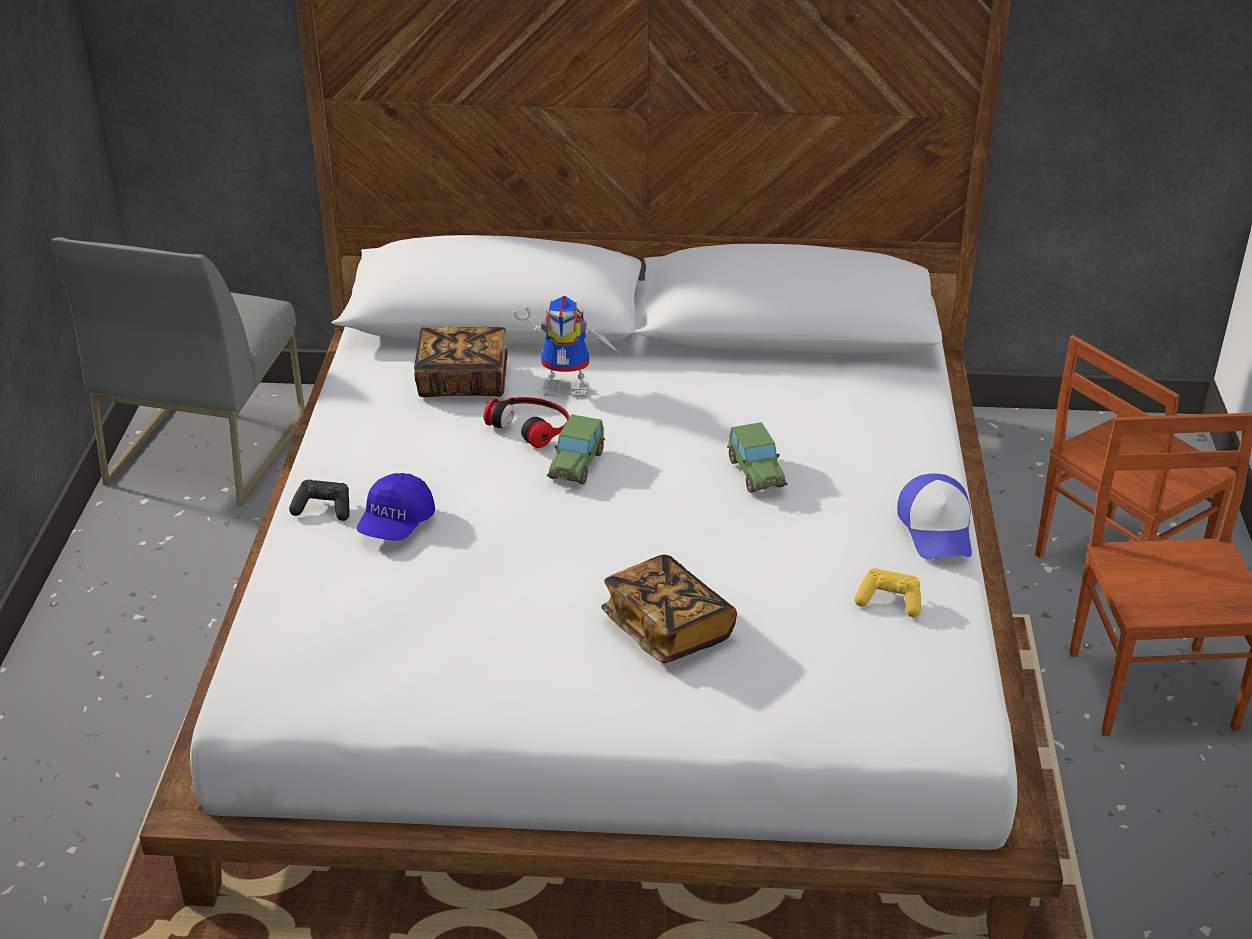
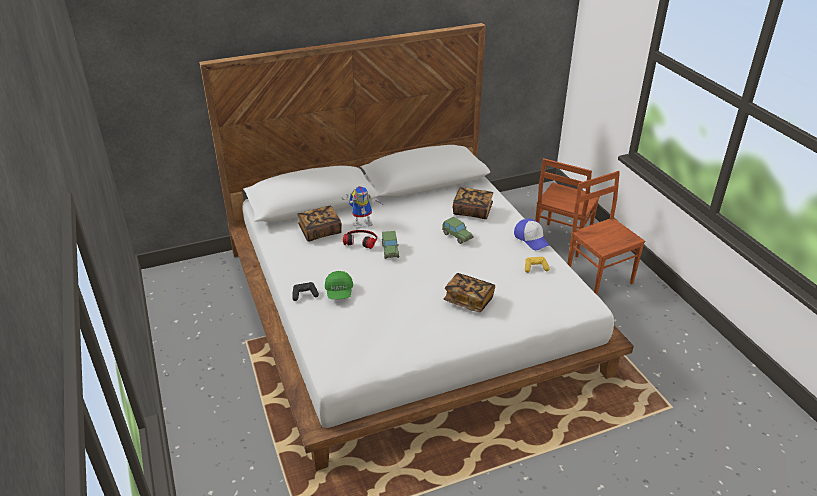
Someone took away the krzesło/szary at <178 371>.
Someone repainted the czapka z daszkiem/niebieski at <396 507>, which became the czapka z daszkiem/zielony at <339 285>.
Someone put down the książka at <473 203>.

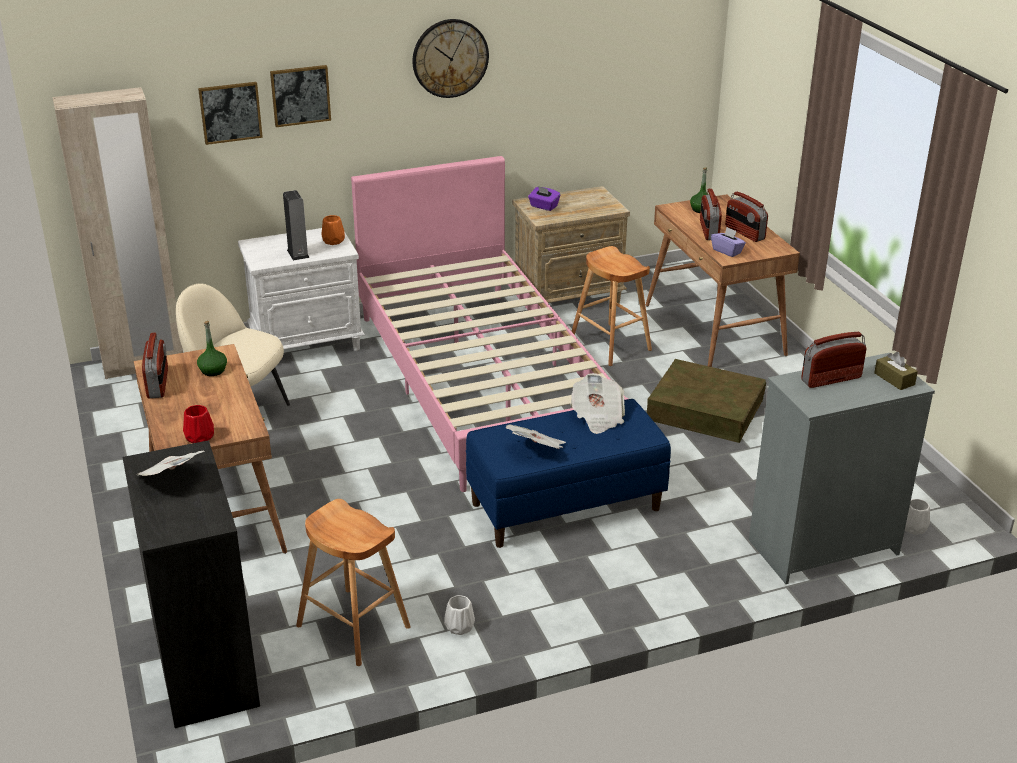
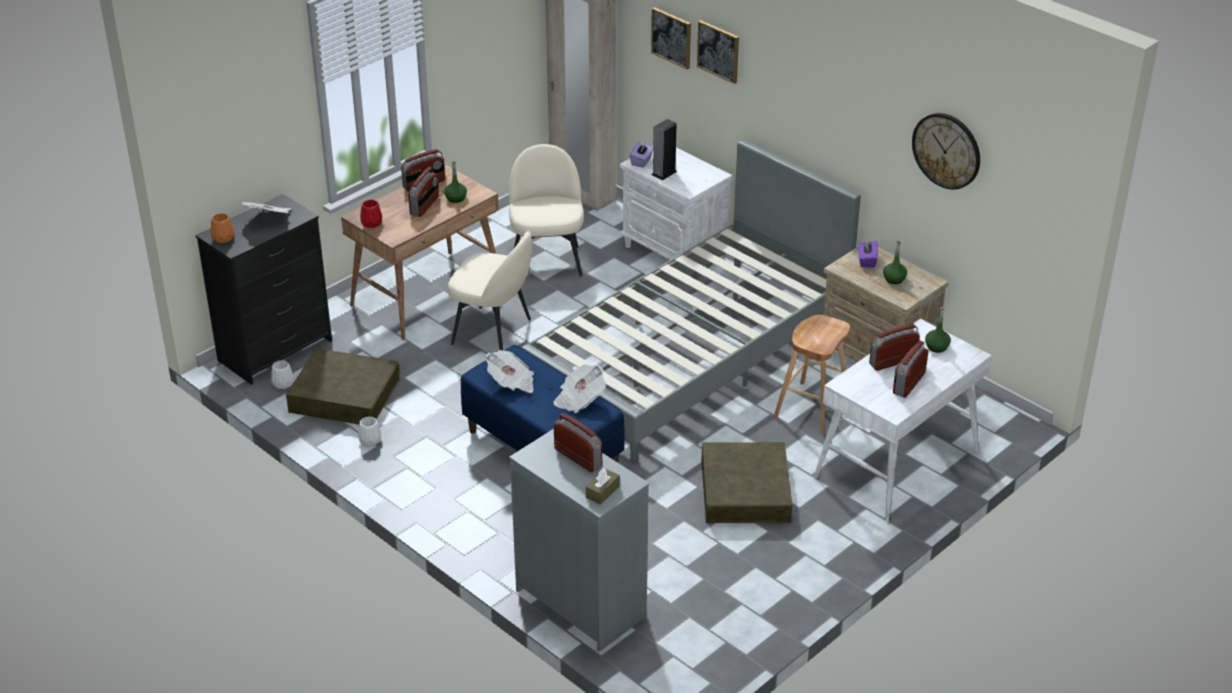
Someone swapped the stołek/brązowy at <353 582> for the pojemnik do przechowywania/brązowy at <343 386>.
Someone carried the wazon/pomarańczowy from <333 230> to <222 228>.
Someone repainted the łóżko/różowy at <489 324>, which became the łóżko/szary at <691 300>.
Someone carried the zegar ścienny from <450 58> to <946 151>.
Someone repainted the biurko/brązowy at <722 280>, which became the biurko/biały at <902 420>.
Someone carried the pudełko chusteczek/fioletowy from <728 242> to <641 155>.
Someone carried the wazon/biały from <917 517> to <282 374>.
Someone put down the radio at <423 192>.
Someone put down the krzesło/beżowy at <490 290>.
Someone put down the butelka/zielony at <895 262>.

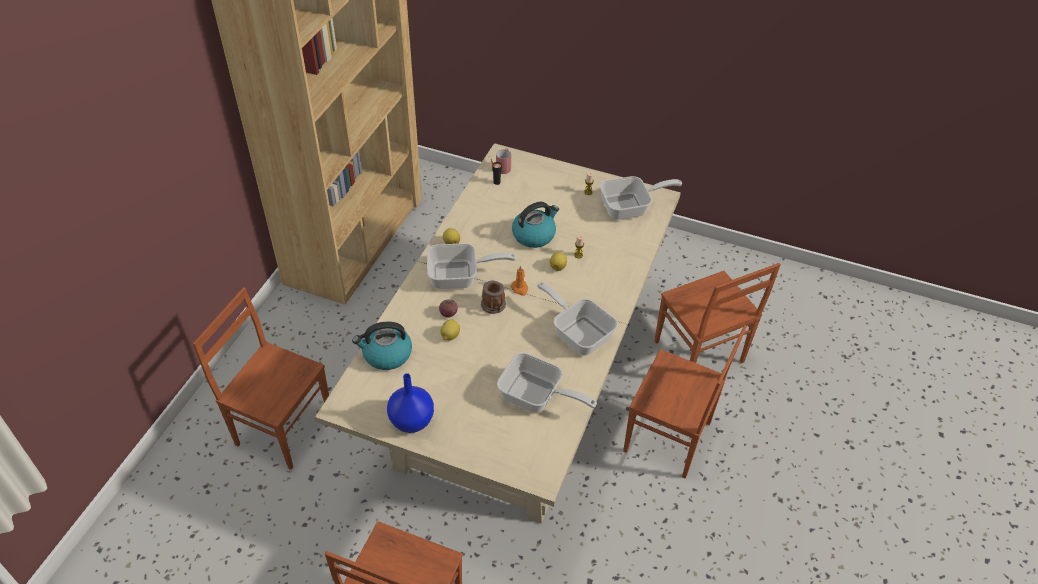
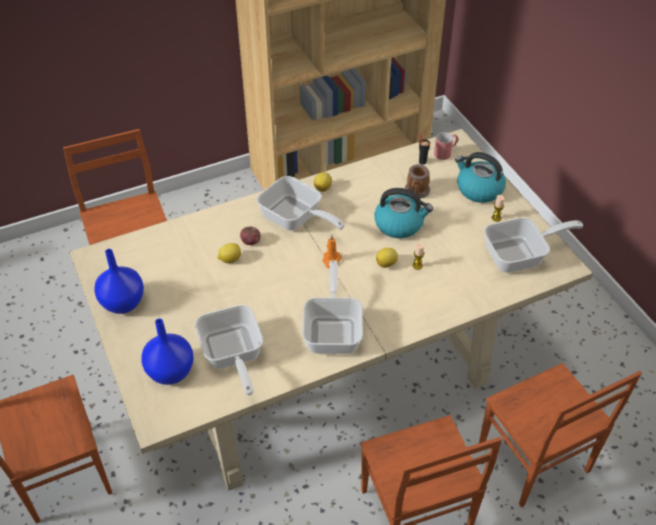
Someone carried the czajnik from <382 345> to <480 177>.
Someone carried the kubek from <493 297> to <417 181>.
Someone rotated the patelnia at <641 198> by 45 degrees counterclockwise.
Someone rotated the krzesło/brązowy at <717 313> by 45 degrees counterclockwise.
Someone put down the wazon/niebieski at <167 352>.

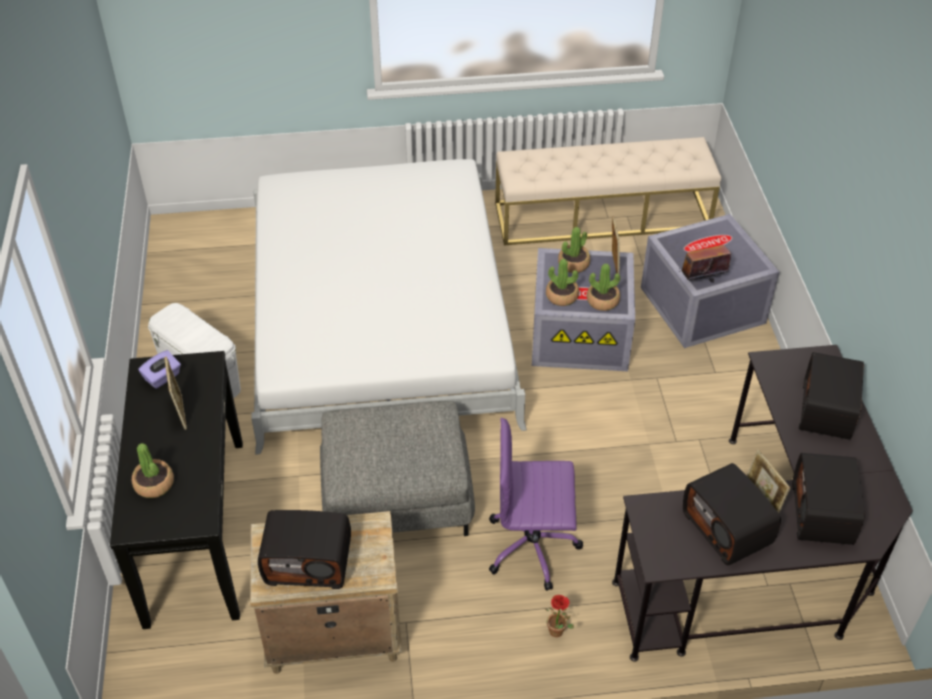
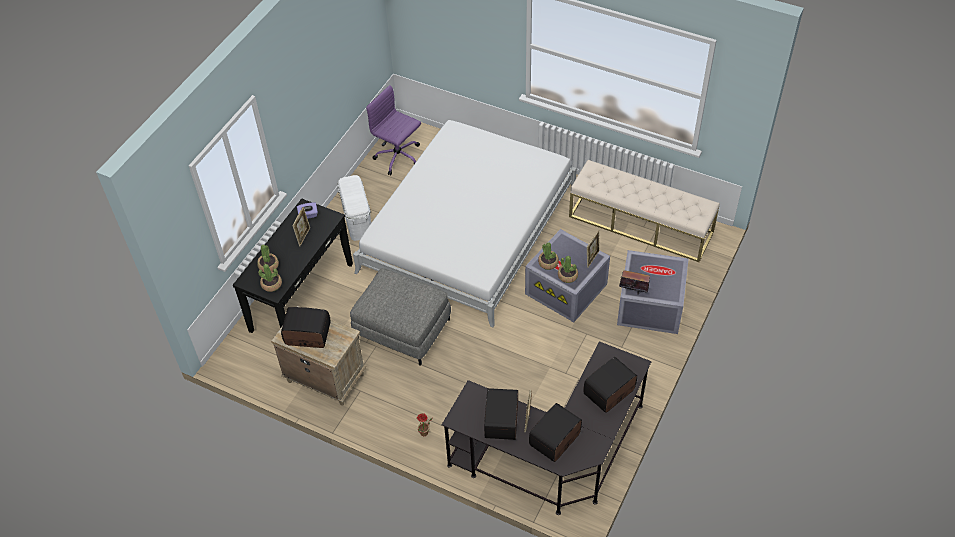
Someone rotated the radio at <304 549> by 150 degrees clockwise.
Someone carried the krzesło biurowe/fioletowy from <536 504> to <393 130>.
Someone carried the roślina doniczkowa from <574 250> to <270 278>.

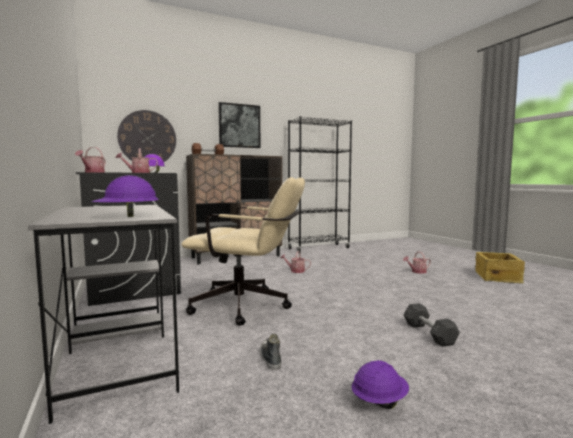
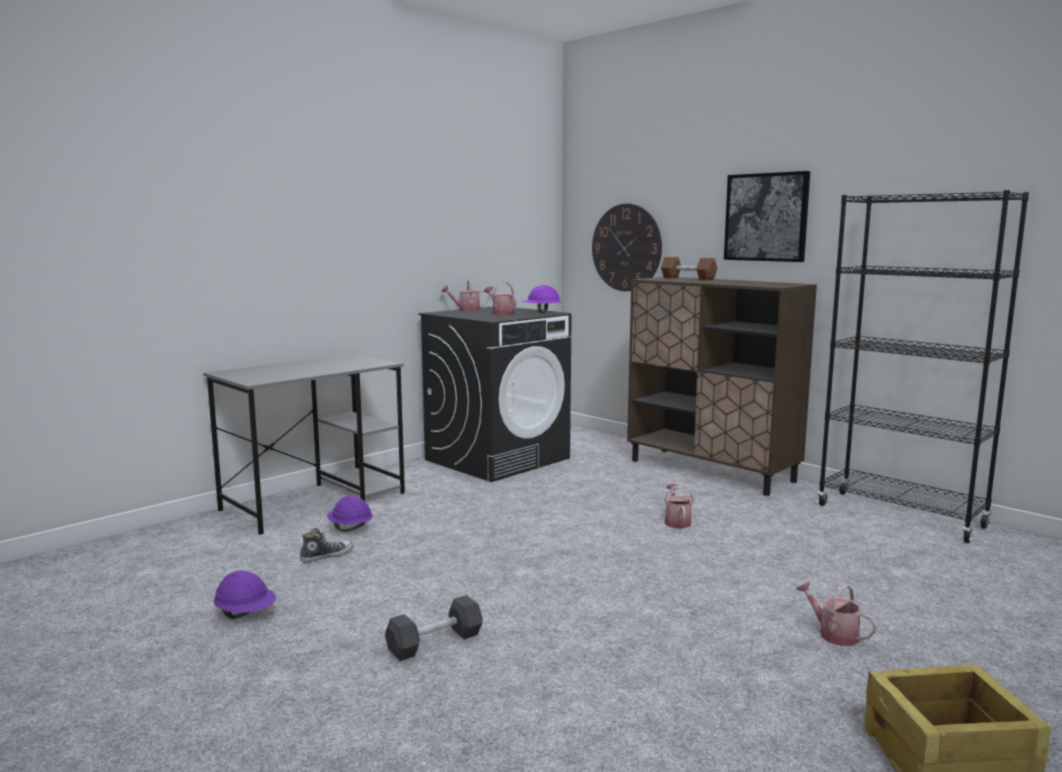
Someone carried the kask/fioletowy from <125 196> to <350 513>.
Someone took away the krzesło biurowe/beżowy at <243 251>.

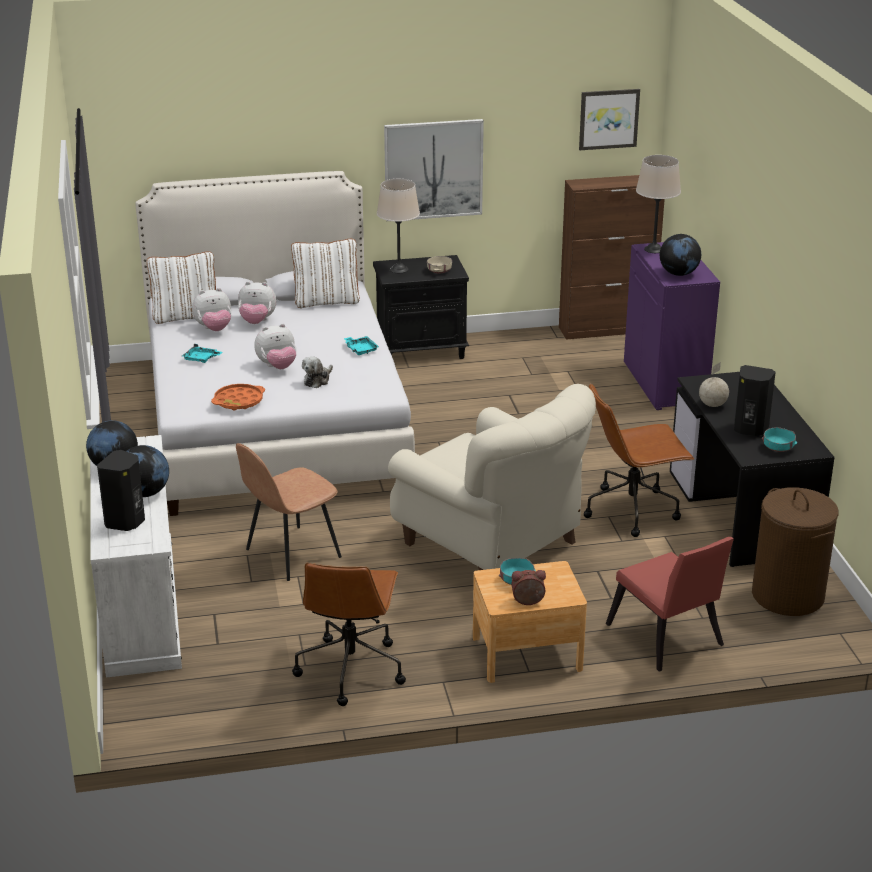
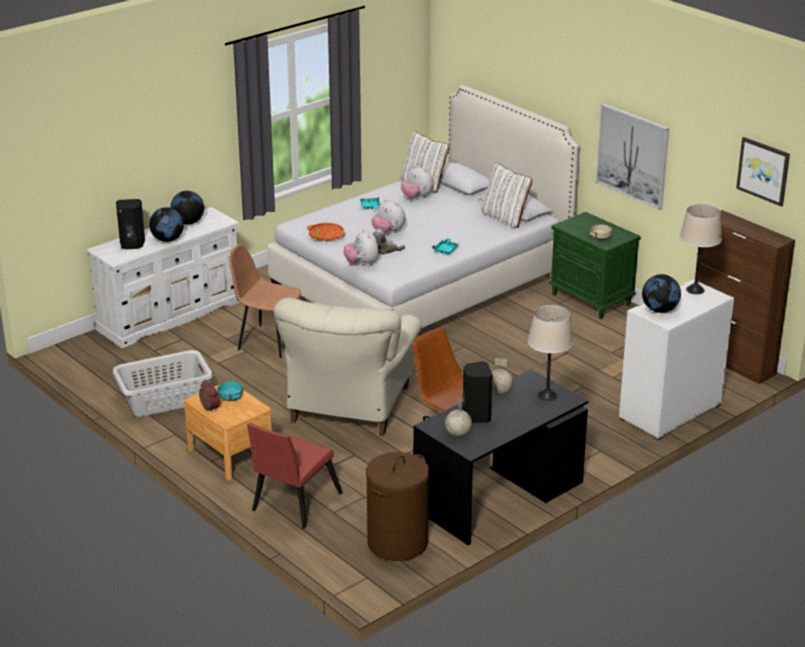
Someone carried the pluszak from <257 303> to <361 247>.
Someone swapped the krzesło biurowe/brązowy at <349 634> for the kosz na pranie/szary at <163 383>.
Someone repainted the szafka nocna/czarny at <421 307>, which became the szafka nocna/zielony at <594 265>.
Someone carried the lampa stołowa/beżowy from <398 226> to <550 353>.
Someone repainted the szafka/fioletowy at <672 326>, which became the szafka/biały at <676 360>.
Someone swapped the miska/turkusowy at <779 440> for the globus at <458 416>.

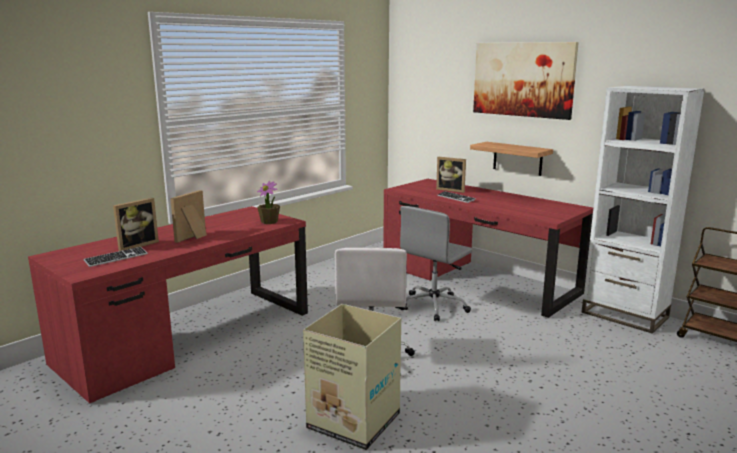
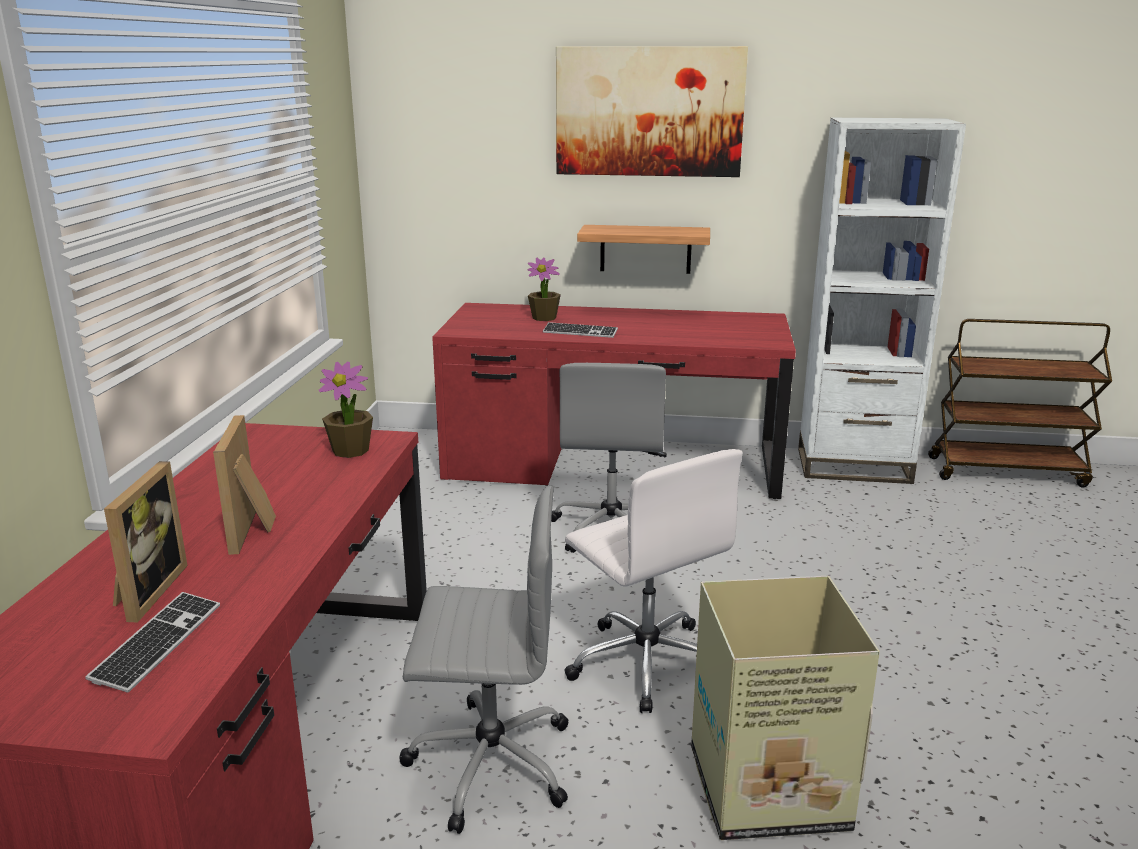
Someone swapped the ramka na zdjęcie at <451 175> for the roślina doniczkowa at <544 289>.
Someone put down the krzesło biurowe/szary at <483 660>.

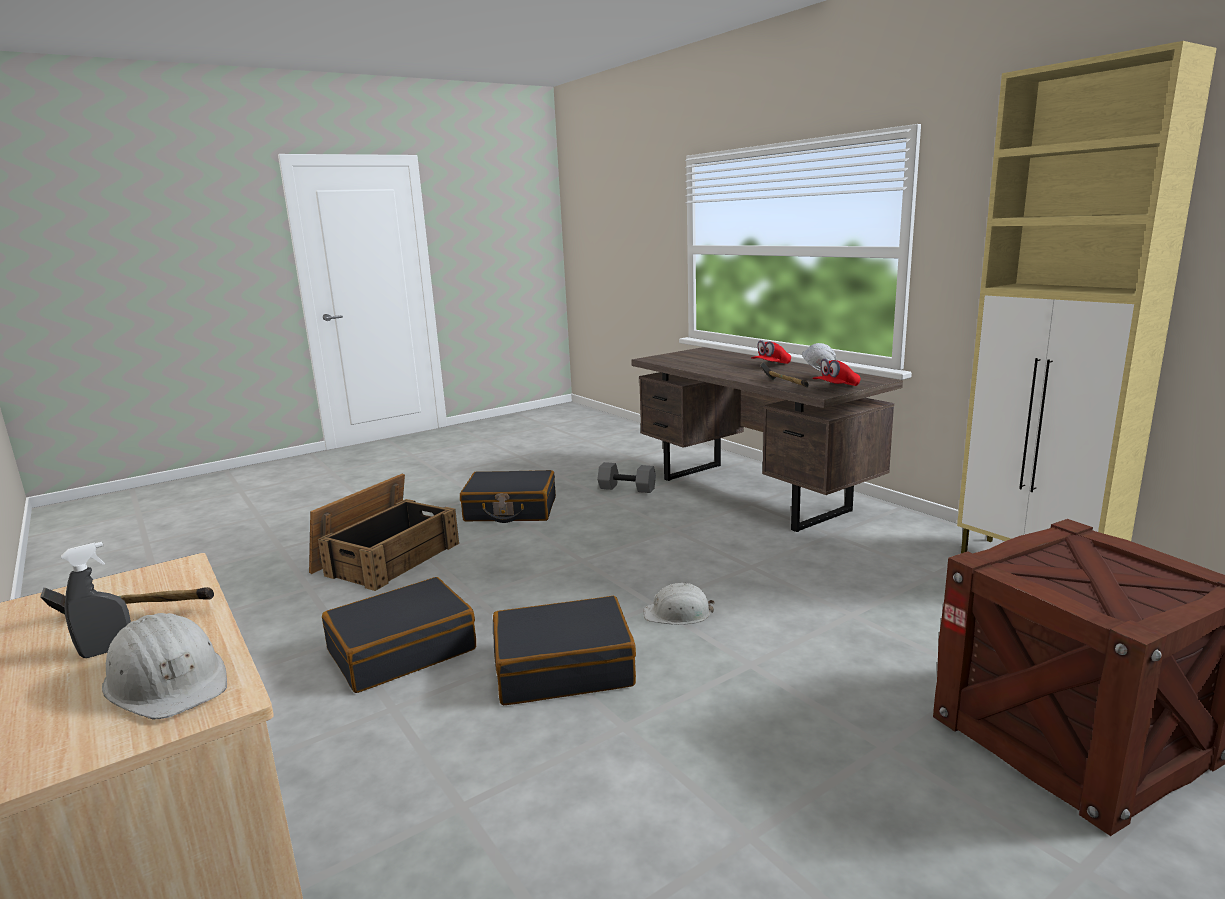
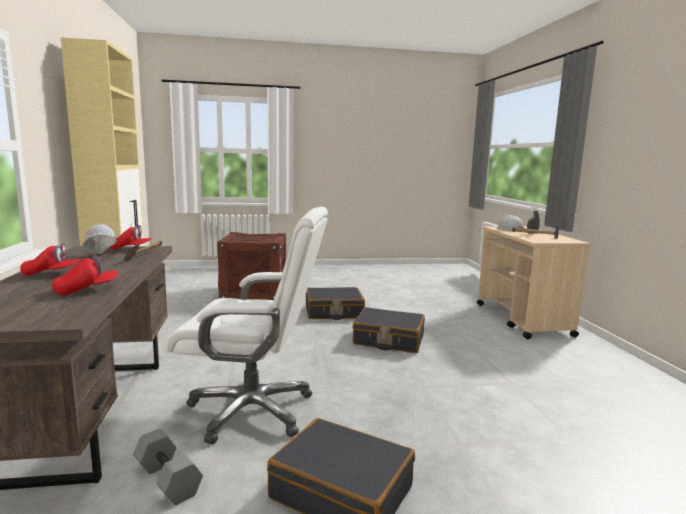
Someone took away the skrzynka at <384 532>.
Someone carried the walizka/czarny from <399 635> to <335 303>.
Someone took away the kask/biały at <678 604>.
Someone put down the czapka z daszkiem/czerwony at <85 274>.
Someone put down the krzesło biurowe/biały at <246 325>.

